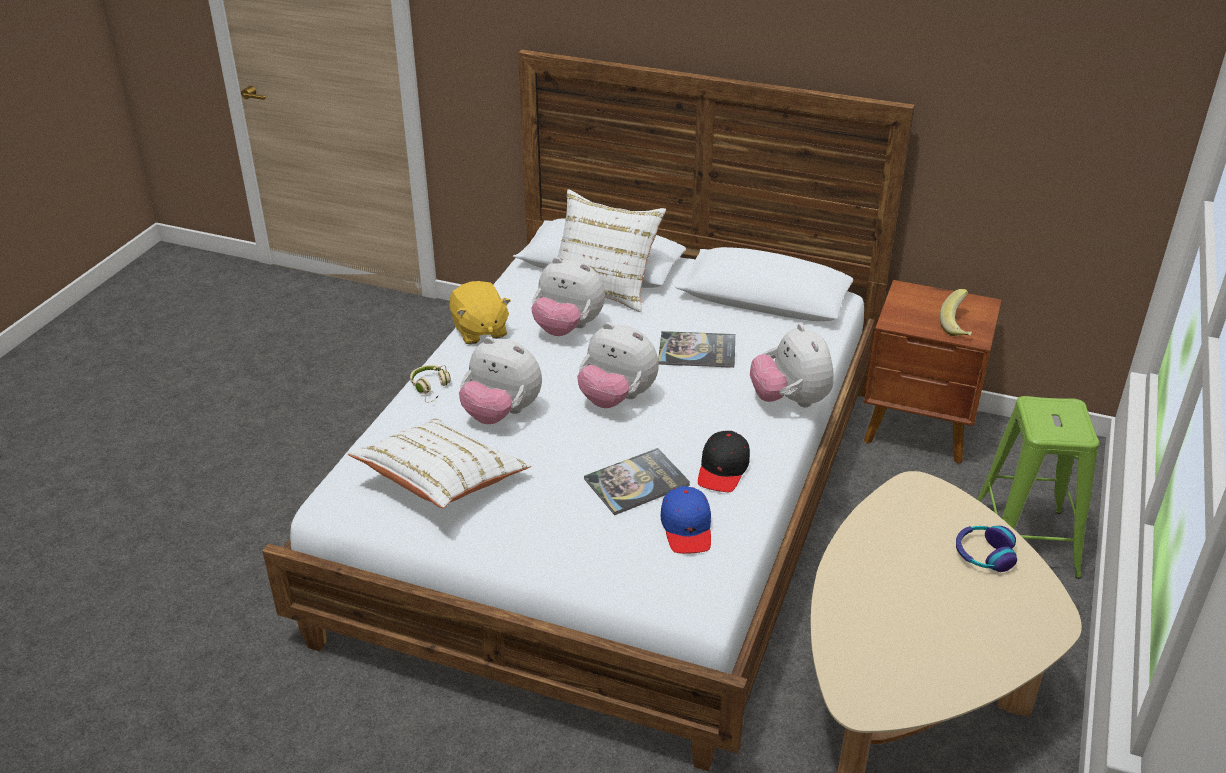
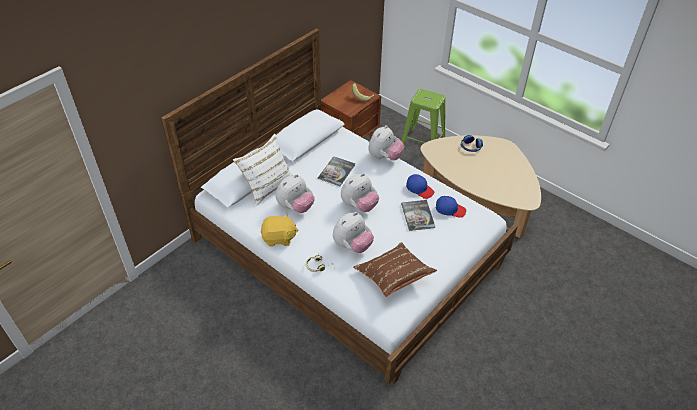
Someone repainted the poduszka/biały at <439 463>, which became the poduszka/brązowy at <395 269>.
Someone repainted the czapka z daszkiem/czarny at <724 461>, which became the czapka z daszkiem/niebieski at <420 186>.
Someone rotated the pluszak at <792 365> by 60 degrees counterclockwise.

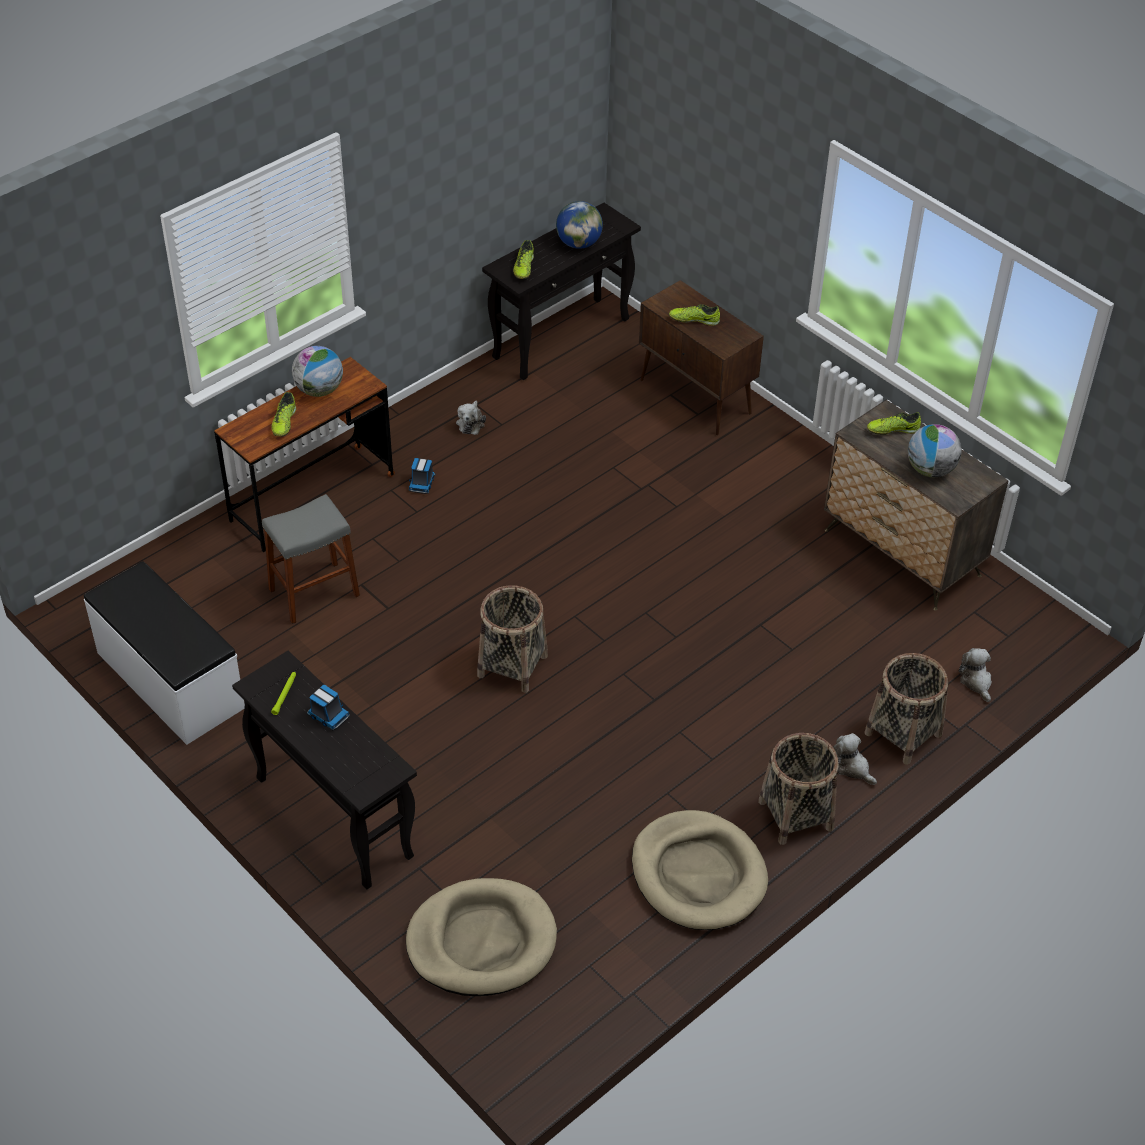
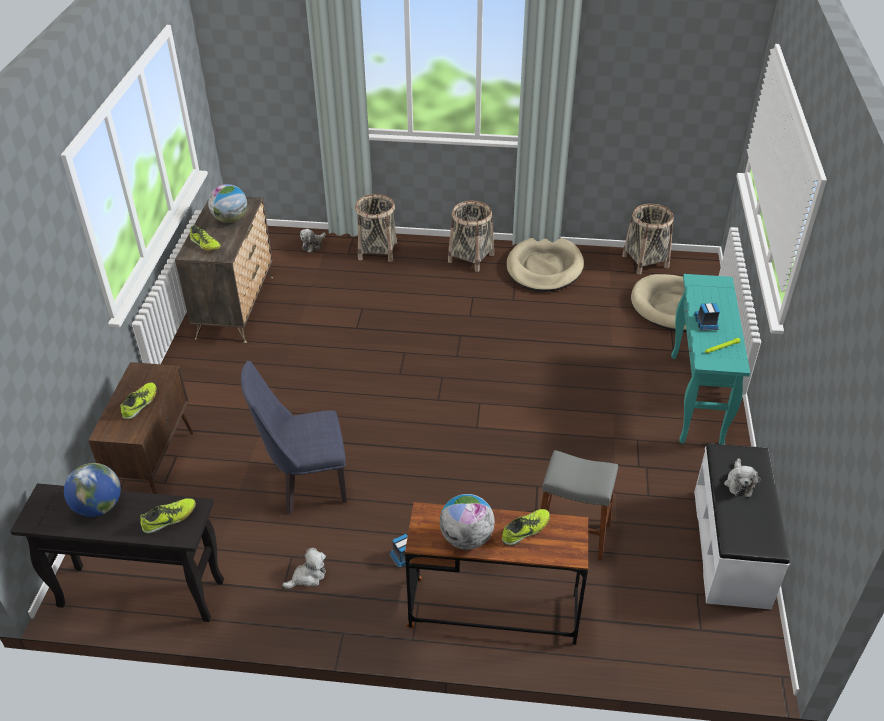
Someone repainted the stolik konsolowy/czarny at <324 770>, which became the stolik konsolowy/turkusowy at <710 359>.
Someone carried the koszyk from <512 639> to <648 239>.
Someone rotated the but at <694 315> by 120 degrees counterclockwise.
Someone carried the pluszak from <855 759> to <742 477>.
Someone put down the krzesło/niebieski at <294 437>.

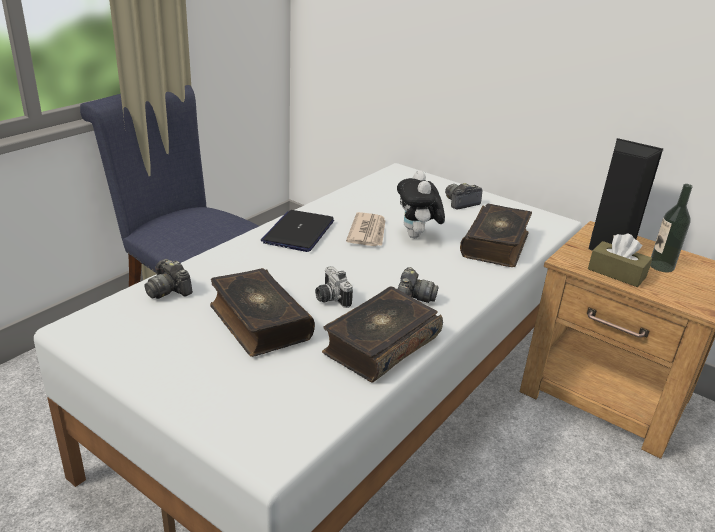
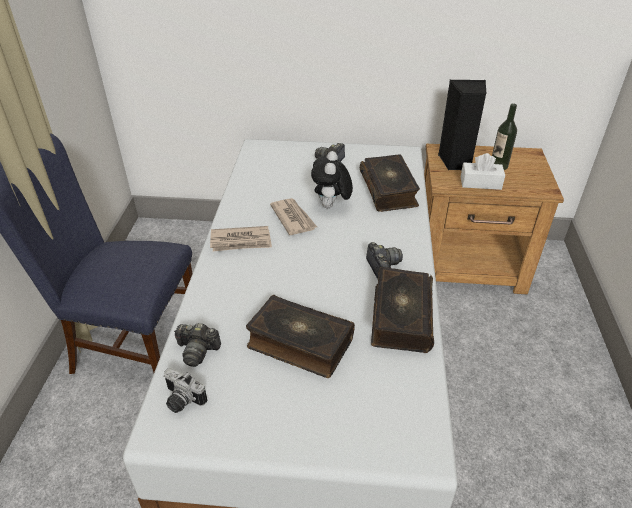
Someone swapped the laptop at <297 231> for the gazeta at <241 238>.
Someone carried the aparat fotograficzny from <334 287> to <185 390>.
Someone rotated the pluszak at <421 204> by 45 degrees clockwise.
Someone repainted the pudełko chusteczek/brązowy at <620 260>, which became the pudełko chusteczek/biały at <483 171>.

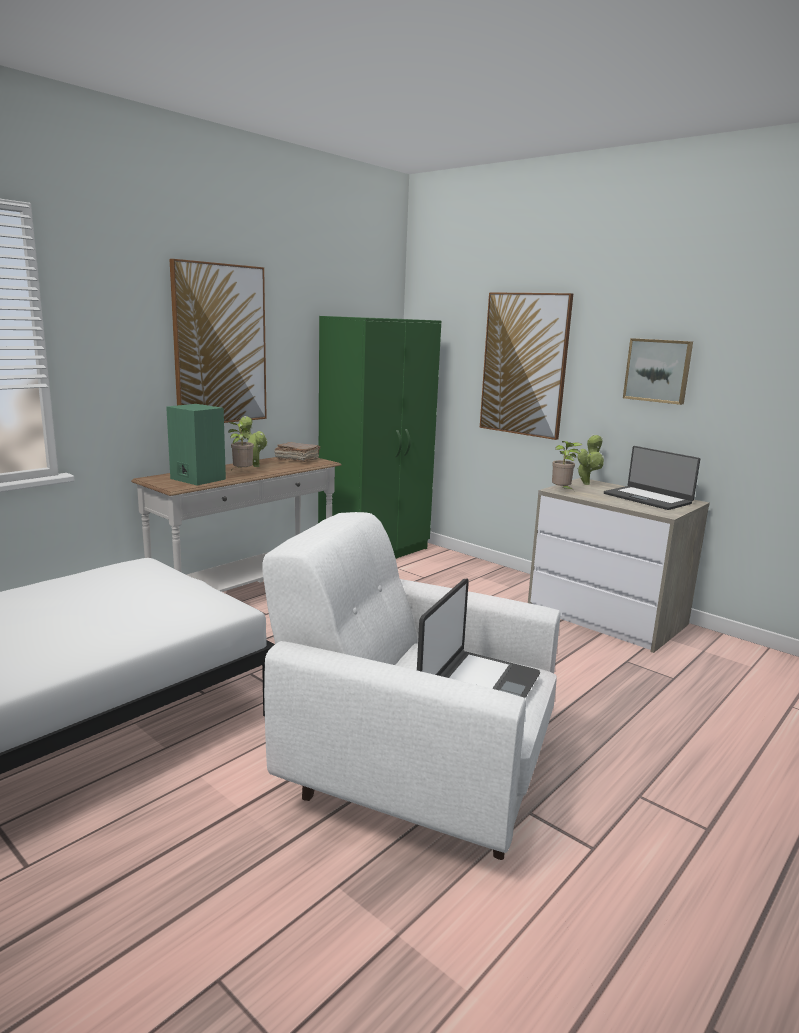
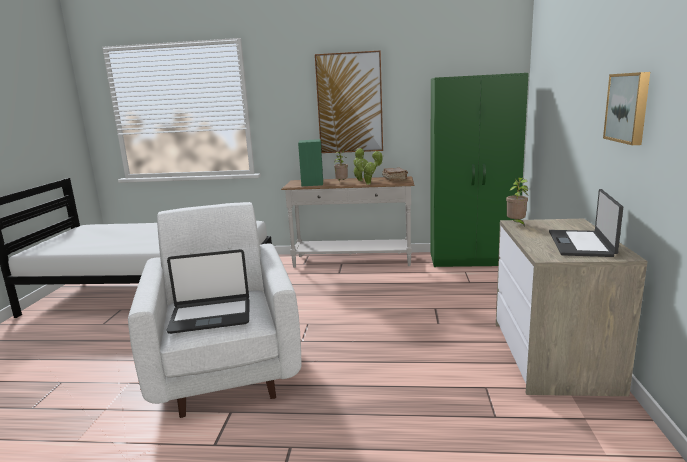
Someone took away the obraz at <526 366>.
Someone carried the roślina doniczkowa from <590 459> to <369 167>.

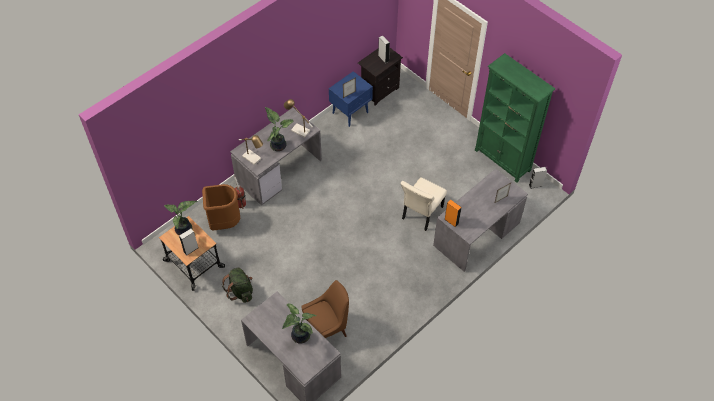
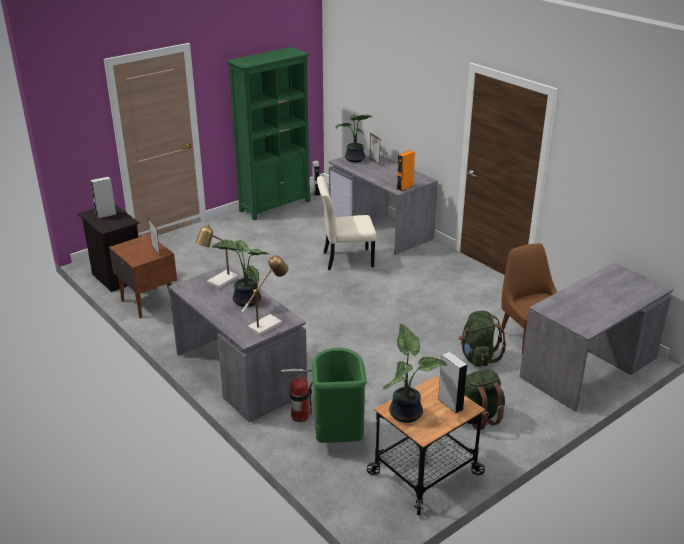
Someone repainted the kosz na śmieci/brązowy at <221 207>, which became the kosz na śmieci/zielony at <339 395>.
Someone carried the roślina doniczkowa from <299 323> to <353 138>.
Someone repainted the szafka nocna/niebieski at <351 99>, which became the szafka nocna/brązowy at <143 276>.
Someone rotated the krzesło/beżowy at <424 204> by 135 degrees clockwise.
Someone put down the plecak/zielony at <482 339>.

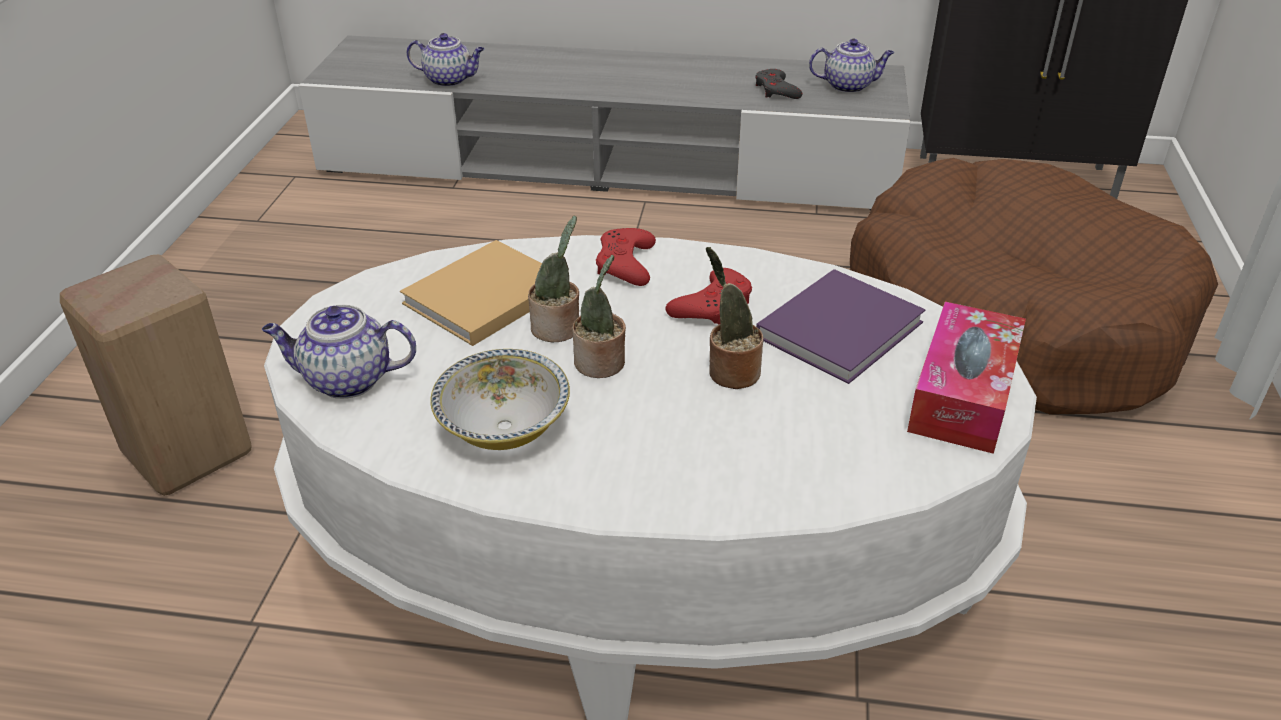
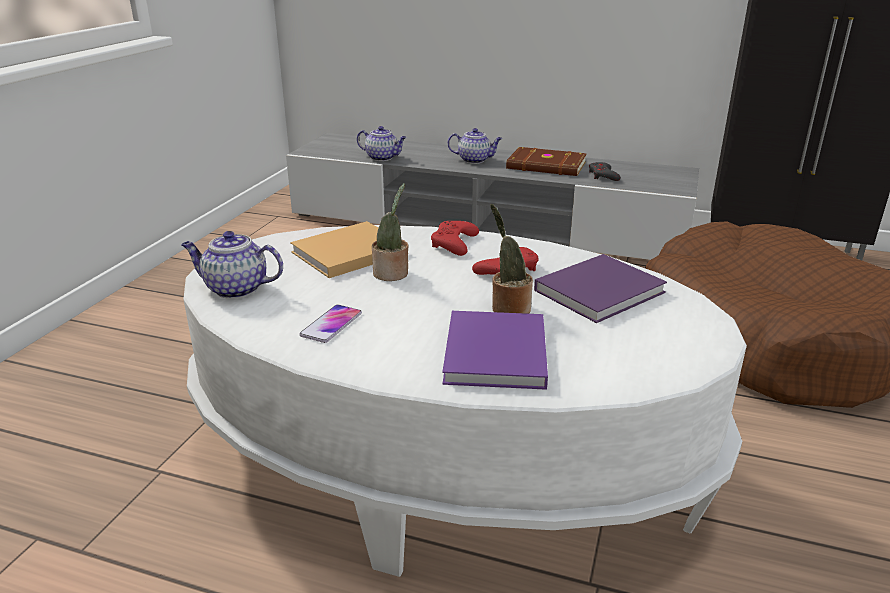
Someone took away the stołek/beżowy at <156 375>.
Someone swapped the miska at <500 399> for the telefon at <330 324>.
Someone took away the roślina doniczkowa at <599 316>.
Someone carried the imbryk from <851 66> to <475 146>.
Someone took away the pudełko chusteczek at <966 377>.
Someone put down the książka/fioletowy at <495 350>.
Someone put down the książka/brązowy at <546 161>.

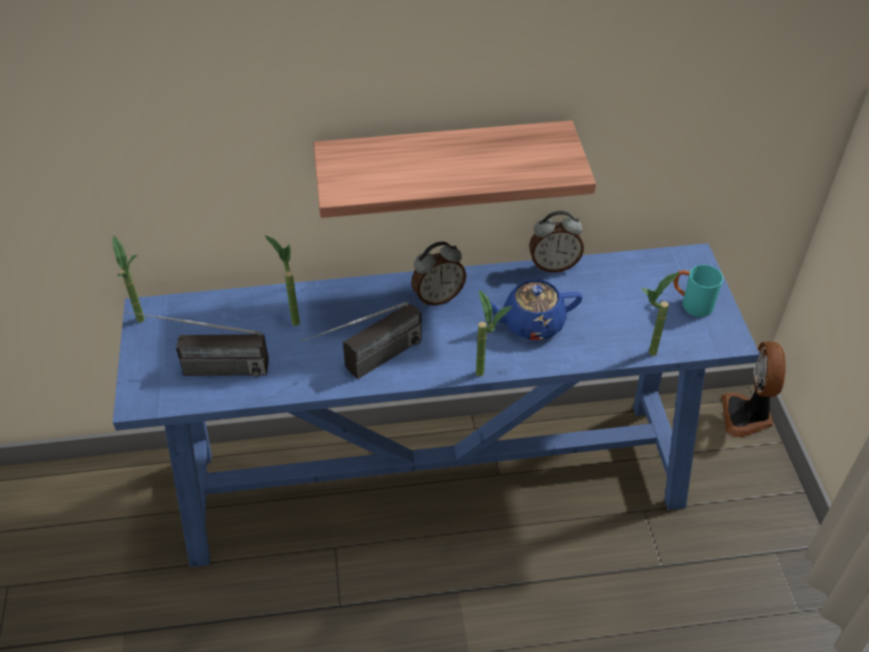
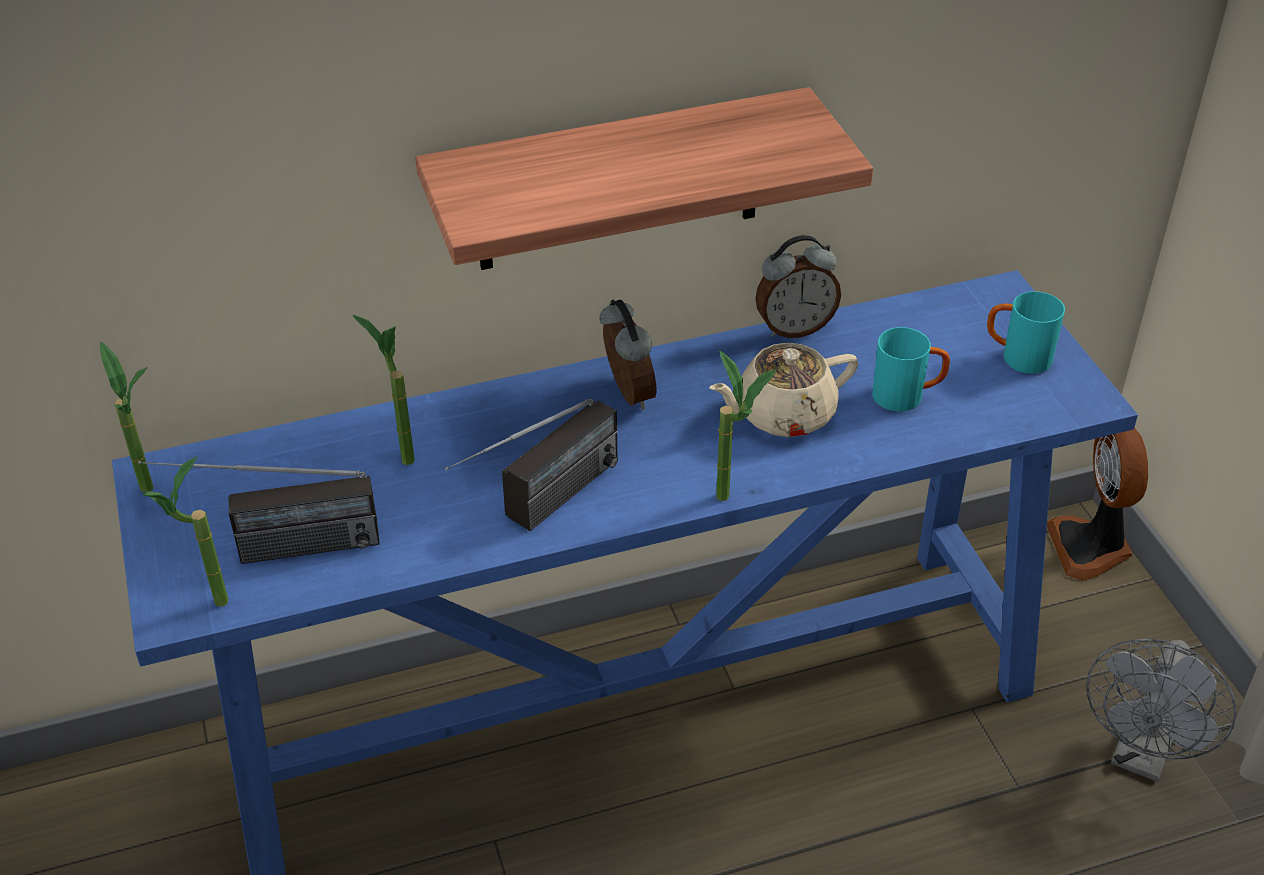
Someone rotated the budzik at <438 274> by 75 degrees counterclockwise.
Someone repainted the imbryk/niebieski at <536 310>, which became the imbryk/beżowy at <783 390>.
Someone carried the roślina doniczkowa from <660 314> to <185 532>.
Someone put down the kubek/turkusowy at <911 369>.
Someone put down the wentylator/szary at <1161 710>.

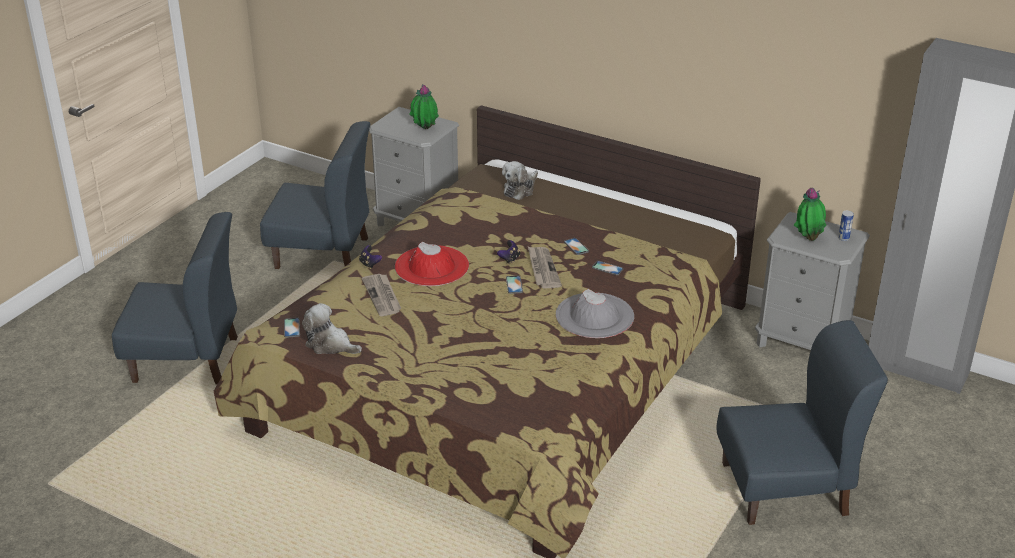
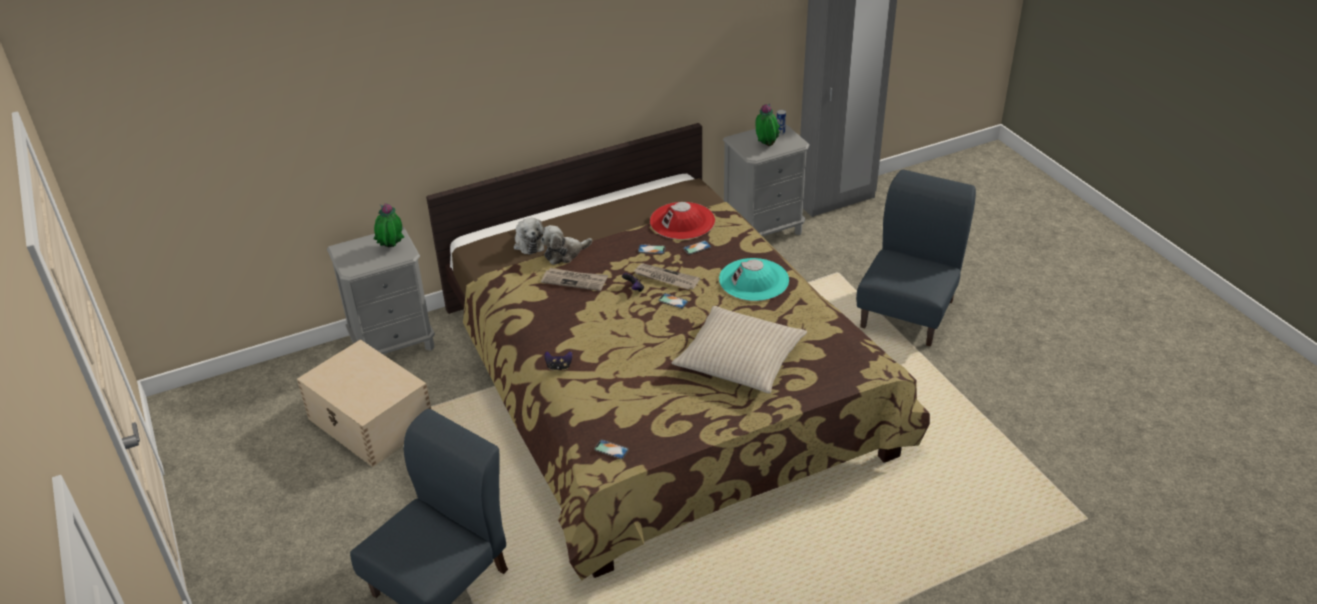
Someone swapped the krzesło/niebieski at <315 195> for the pojemnik do przechowywania/beżowy at <364 403>.
Someone carried the pluszak from <332 328> to <566 245>.
Someone carried the gazeta from <381 295> to <574 279>.
Someone carried the kapelusz/czerwony from <432 264> to <682 221>.
Someone repainted the kapelusz/szary at <595 313>, which became the kapelusz/turkusowy at <754 279>.
Someone put down the poduszka/beżowy at <739 350>.

